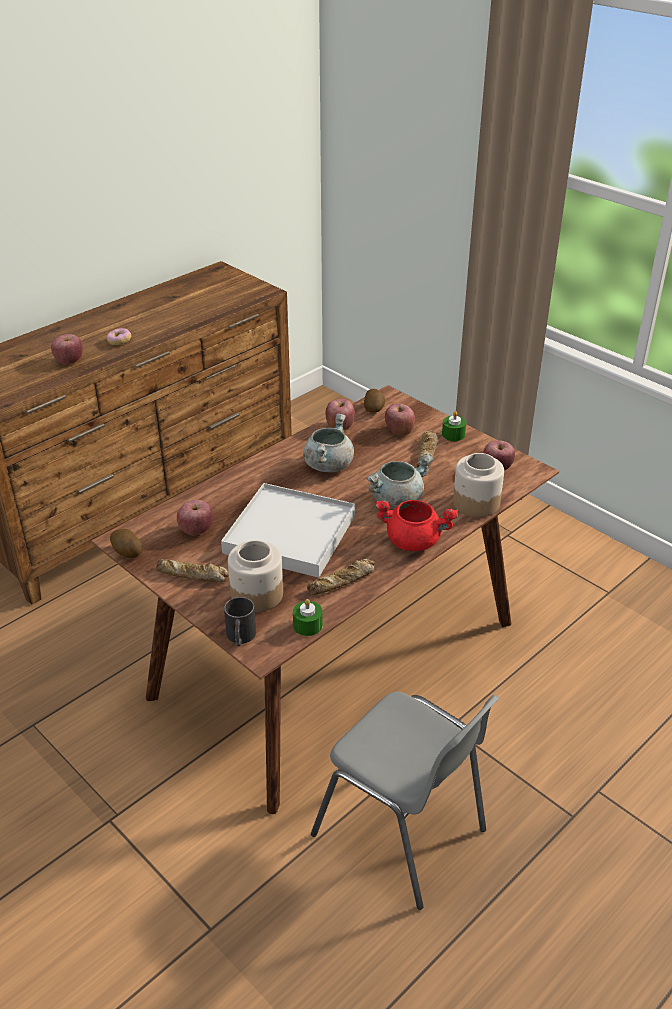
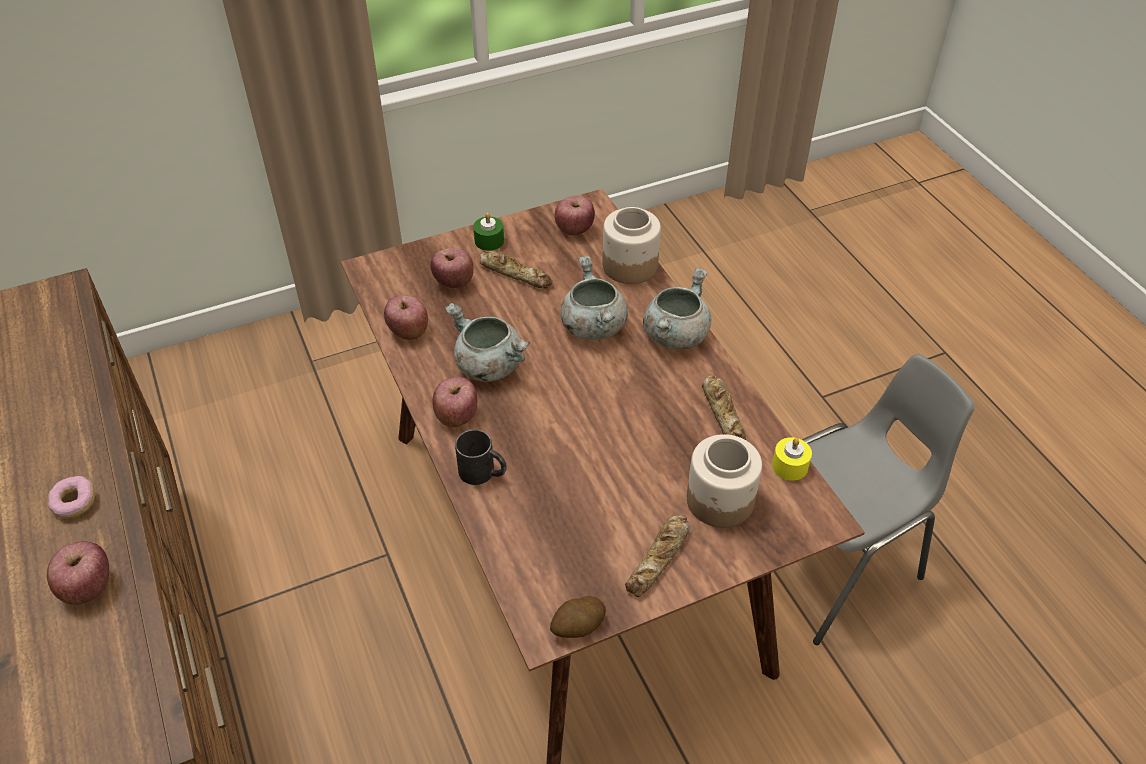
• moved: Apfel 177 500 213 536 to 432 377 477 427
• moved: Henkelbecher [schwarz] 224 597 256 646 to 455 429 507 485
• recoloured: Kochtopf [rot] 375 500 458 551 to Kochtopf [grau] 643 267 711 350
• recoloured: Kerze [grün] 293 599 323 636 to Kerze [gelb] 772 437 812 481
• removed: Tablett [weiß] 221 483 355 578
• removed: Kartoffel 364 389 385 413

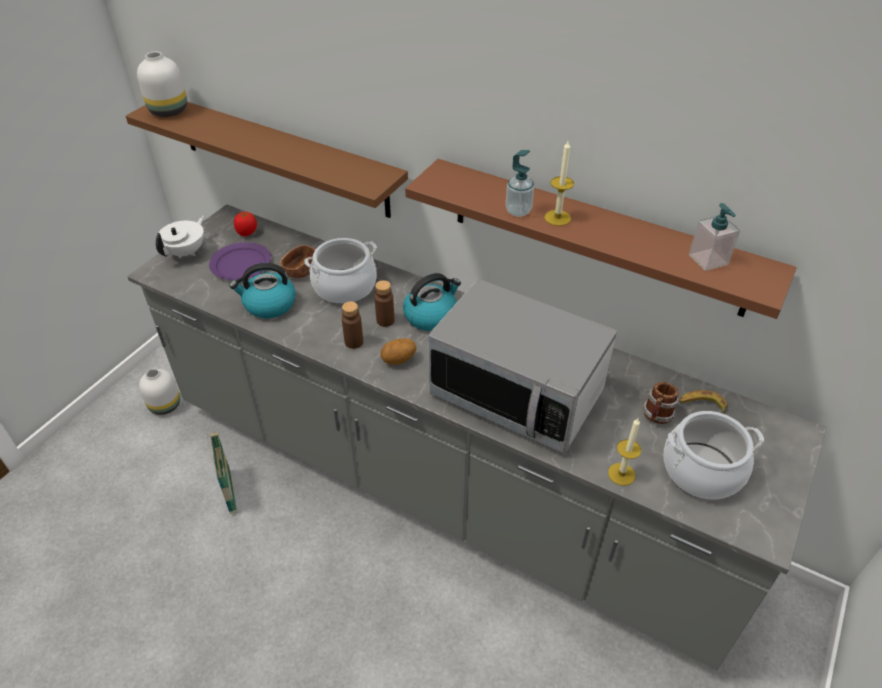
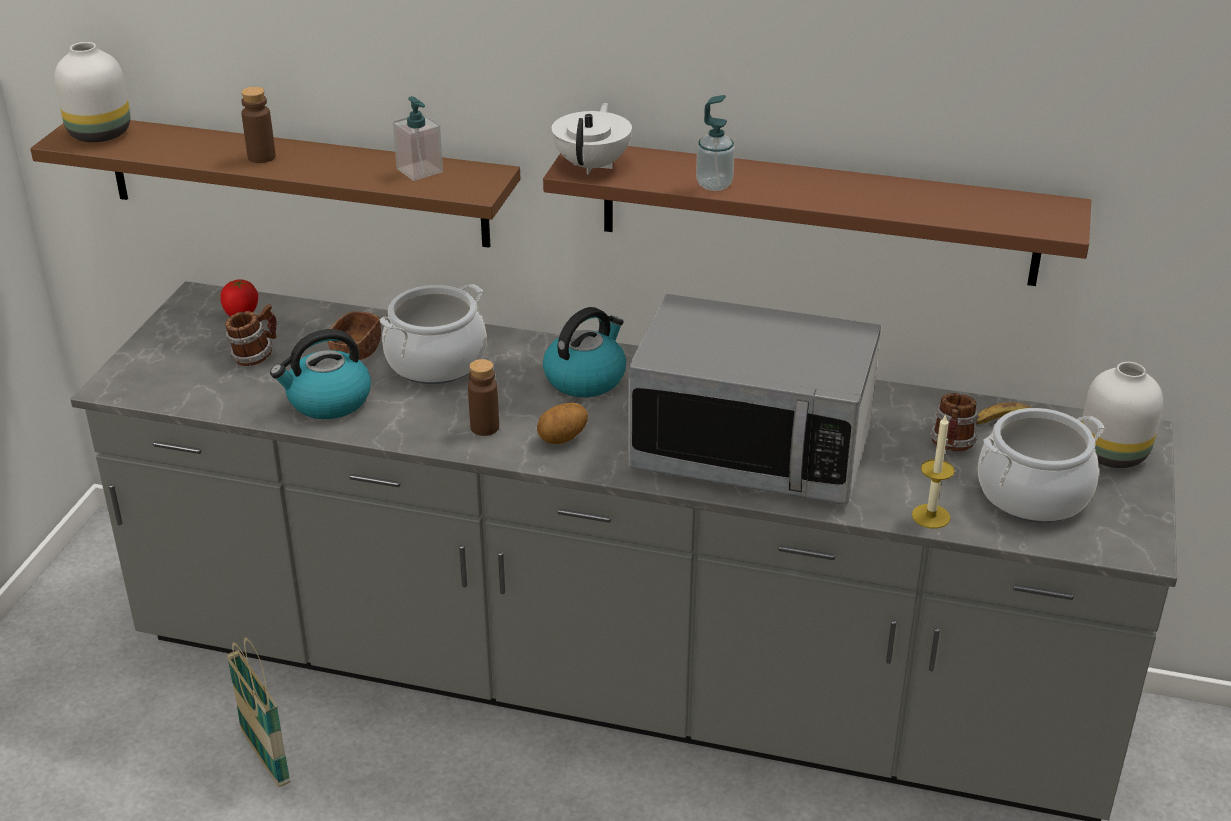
• replaced: Teller [lila] 209 242 271 280 to Henkelbecher 225 304 277 366
• moved: Flasche [braun] 375 280 394 327 to 241 87 276 163
• moved: Seifenspender 689 203 740 271 to 393 96 443 181
• moved: Teekanne [weiß] 156 216 204 258 to 552 103 632 174
• moved: Vase [weiß] 139 369 180 415 to 1082 362 1163 468
• removed: Kerze 544 141 574 226

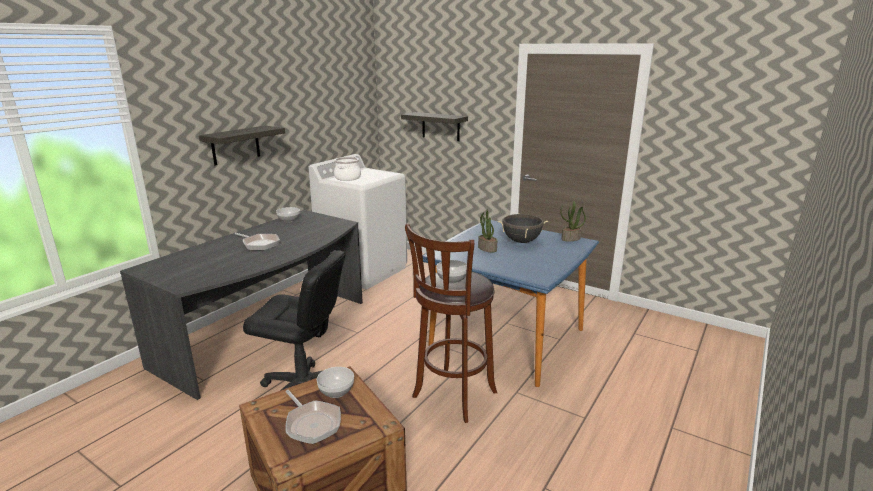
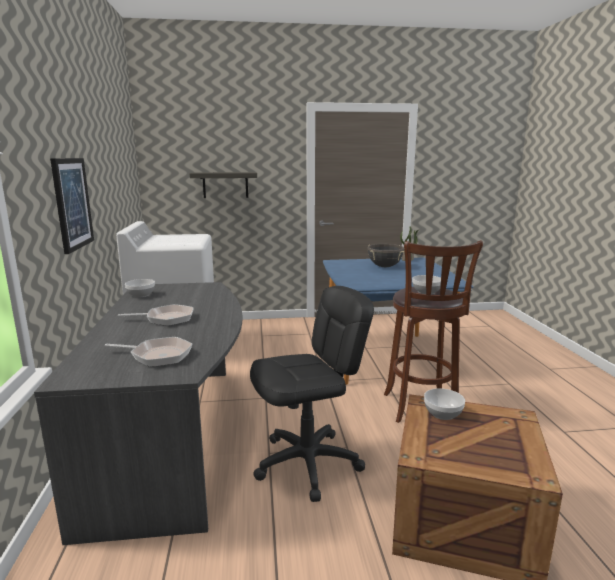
• replaced: Wandregal 199 126 285 166 to Bild 50 158 94 254
• moved: Pfanne 285 390 341 444 to 105 337 192 367
• removed: Kochtopf 334 157 361 181
• removed: Topfpflanze 478 209 497 252

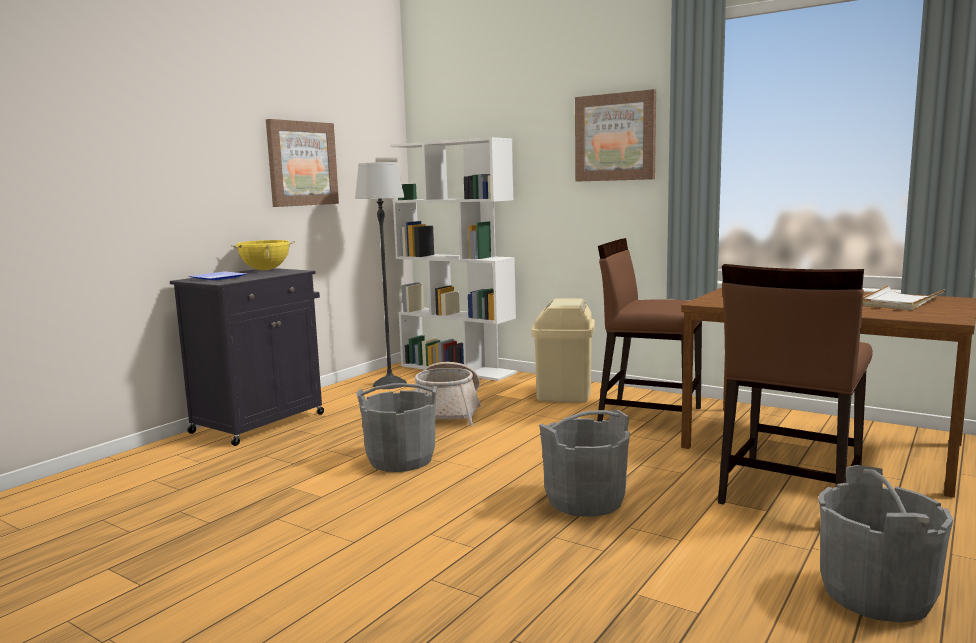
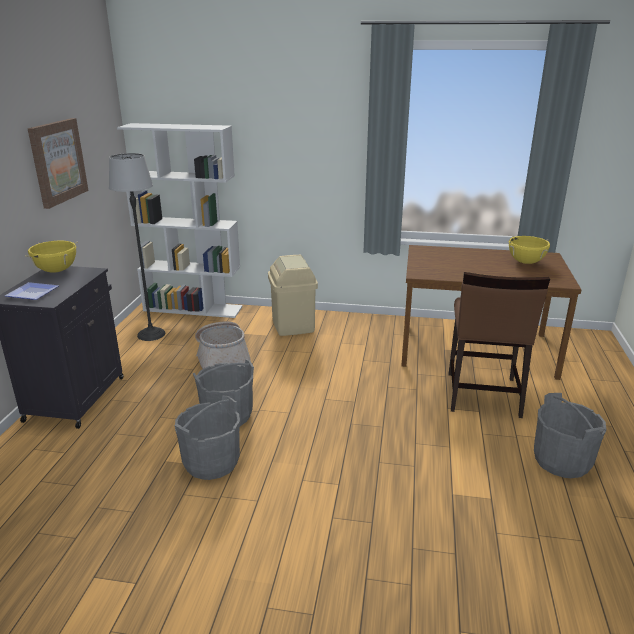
• moved: Eimer [grau] 539 410 630 517 to 174 395 240 480
• replaced: Tablett [weiß] 862 285 945 311 to Kochtopf [gelb] 509 236 550 264
• removed: Bild 575 89 656 182
• removed: Stuhl [braun] 597 238 702 422

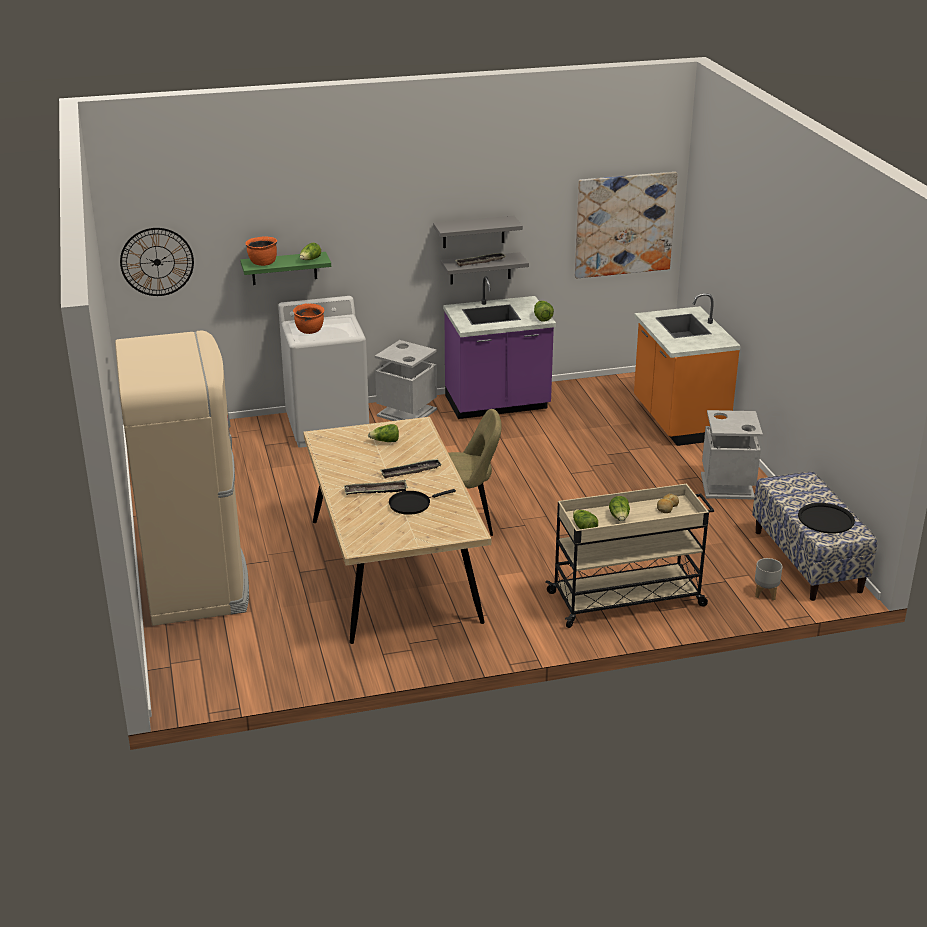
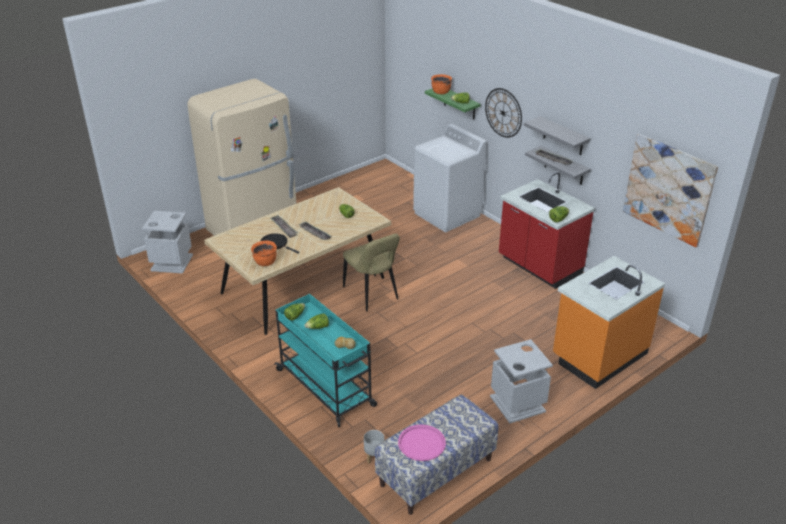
• moved: Mülleimer [grau] 375 340 437 421 to 142 211 193 273
• moved: Kochtopf [orange] 293 304 324 334 to 251 240 277 266
• recoloured: Rollwagen [beige] 545 484 714 628 to Rollwagen [türkis] 274 294 377 428
• recoloured: Tablett [schwarz] 798 503 855 533 to Tablett [rosa] 398 424 446 461
• moved: Wanduhr 120 228 194 296 to 485 88 522 138
• recoloured: Küchenzeile [lila] 443 276 556 419 to Küchenzeile [rot] 499 172 595 289

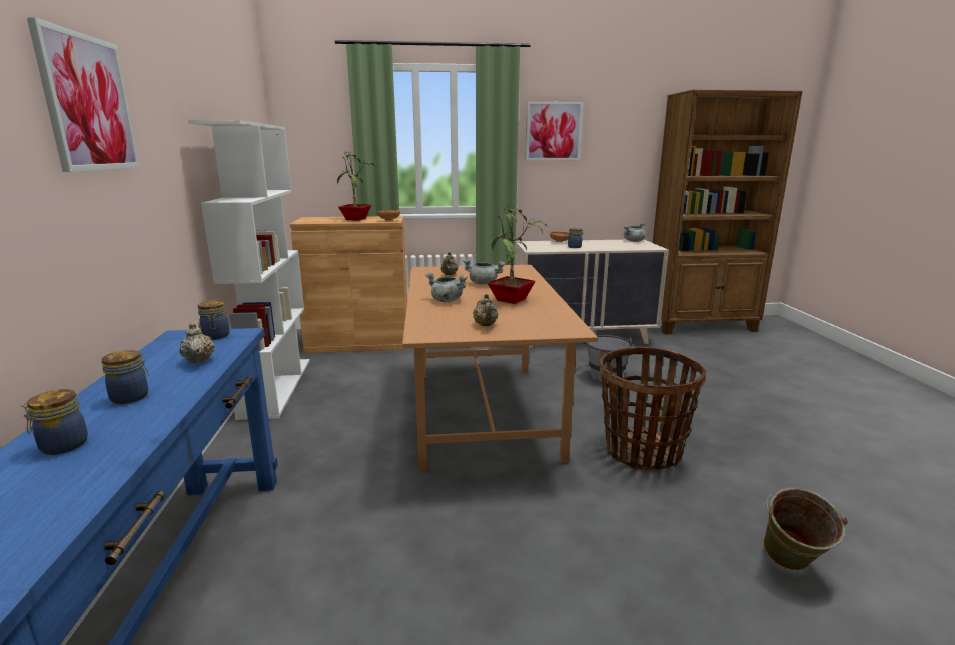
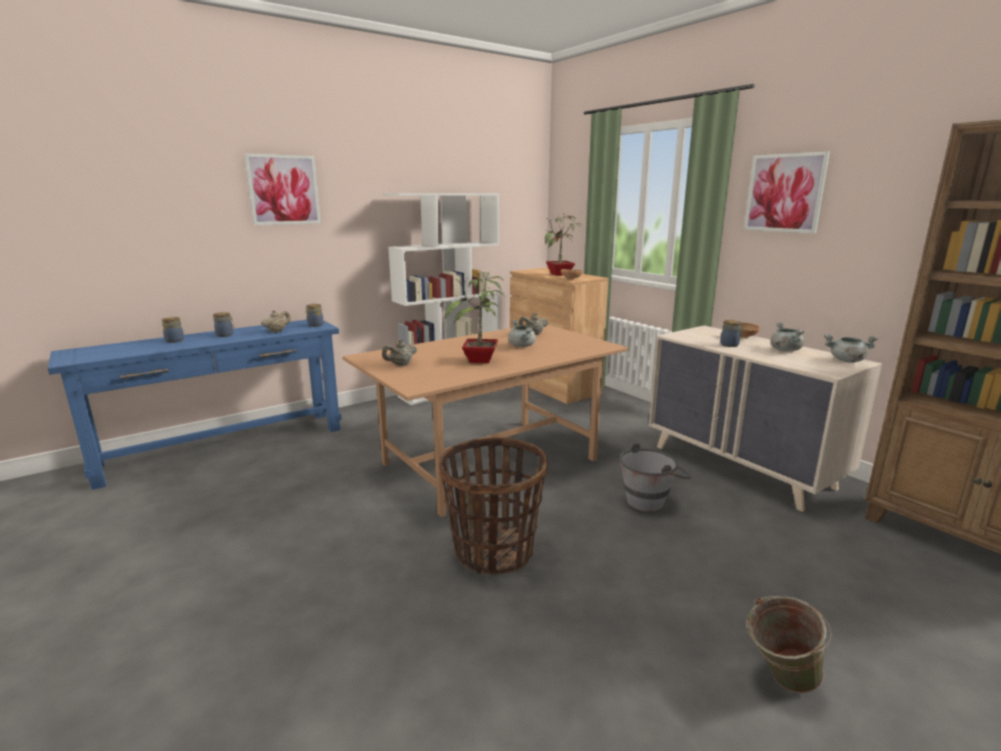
• moved: Eimer [grün] 763 488 848 571 to 747 596 832 693
• moved: Kochtopf [grau] 425 273 468 302 to 771 323 804 351

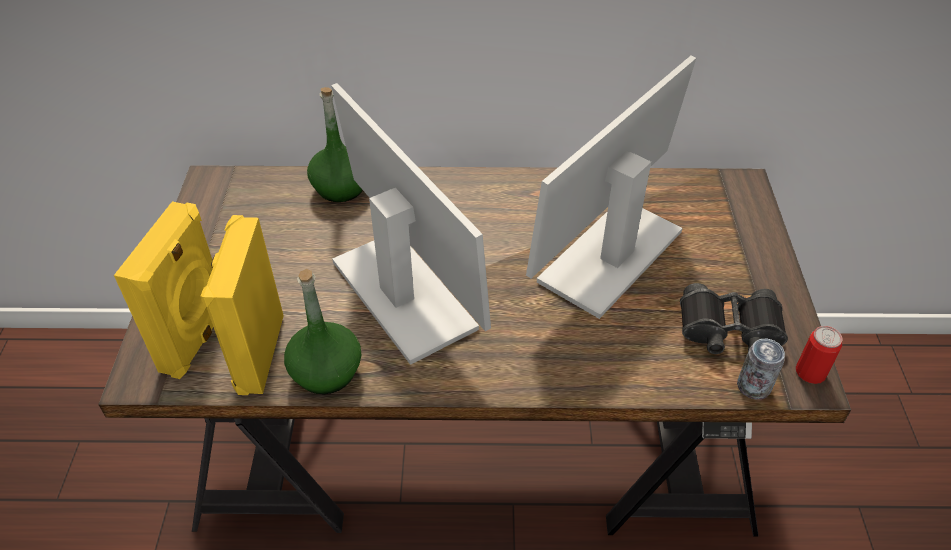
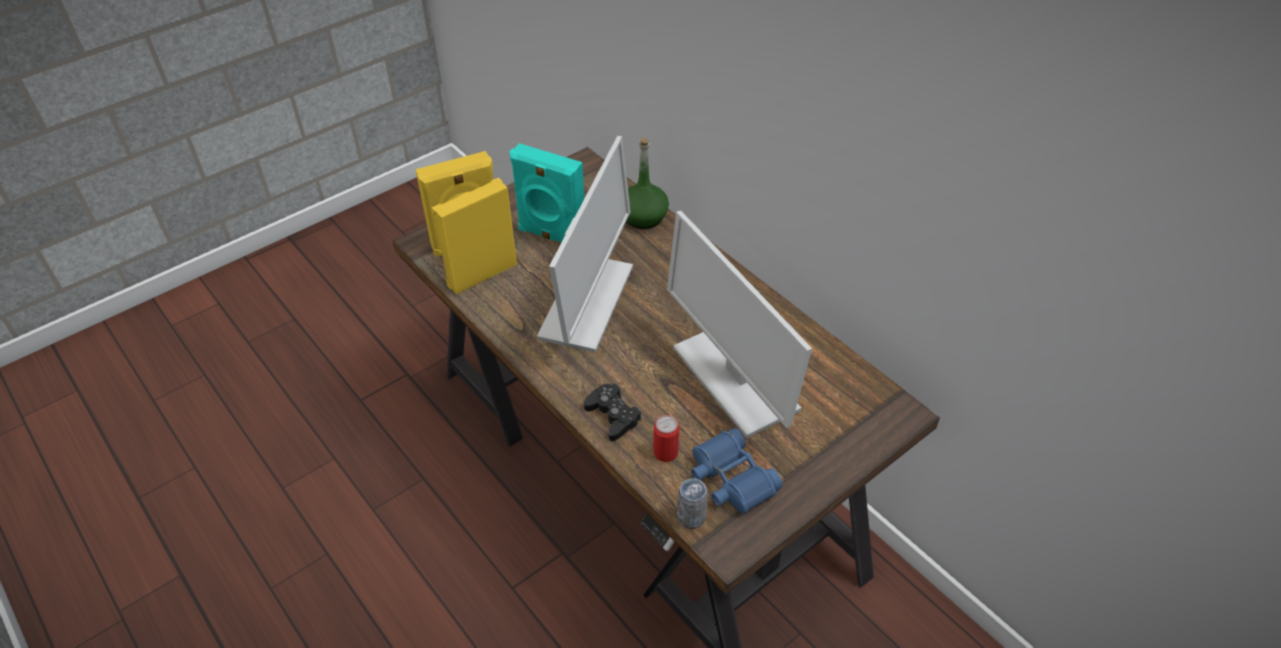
• added: Lautsprecher [türkis] 509 143 584 243
• added: Gamepad [schwarz] 584 384 641 441
• moved: Dose 796 326 842 384 to 653 415 679 462
• turned: Monitor 526 55 696 319 = 667 211 812 438 120 degrees counterclockwise
• recoloured: Fernglas [schwarz] 680 283 788 354 to Fernglas [blau] 691 428 783 513
• removed: Flasche [grün] 284 269 361 394

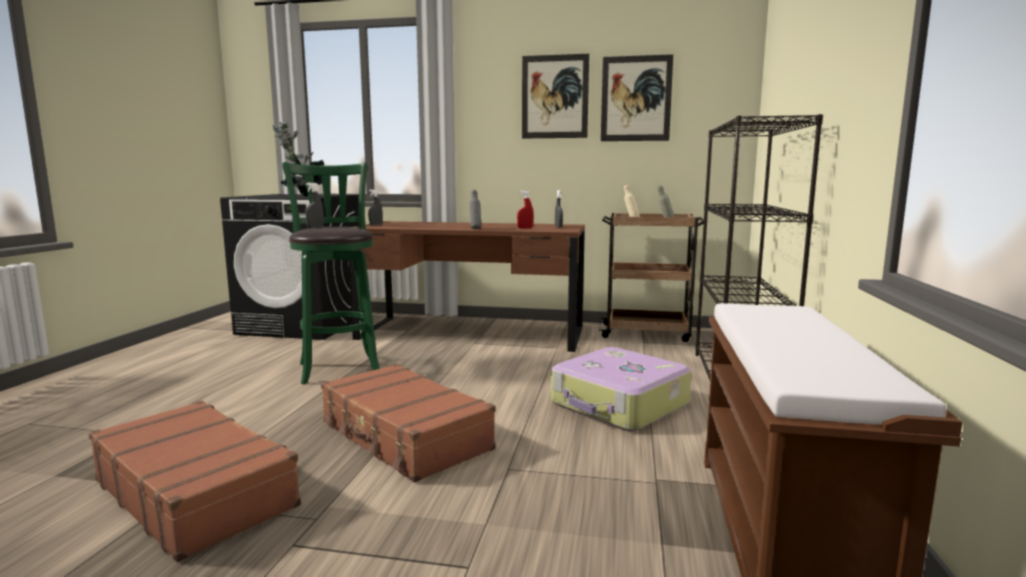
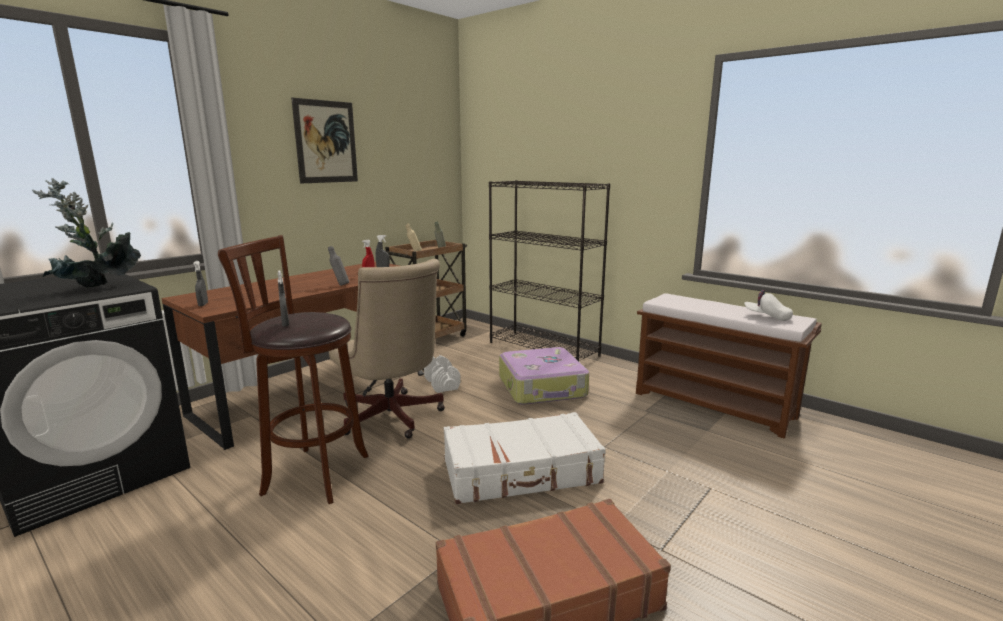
• recoloured: Hocker [grün] 282 162 380 384 to Hocker [braun] 218 235 369 504
• added: Bürostuhl [beige] 329 259 445 438
• added: Hantel [weiß] 424 355 461 393
• recoloured: Koffer [braun] 321 364 496 483 to Koffer [weiß] 444 412 606 504
• added: Kappe [weiß] 744 290 793 321
• removed: Bild 601 54 673 141

